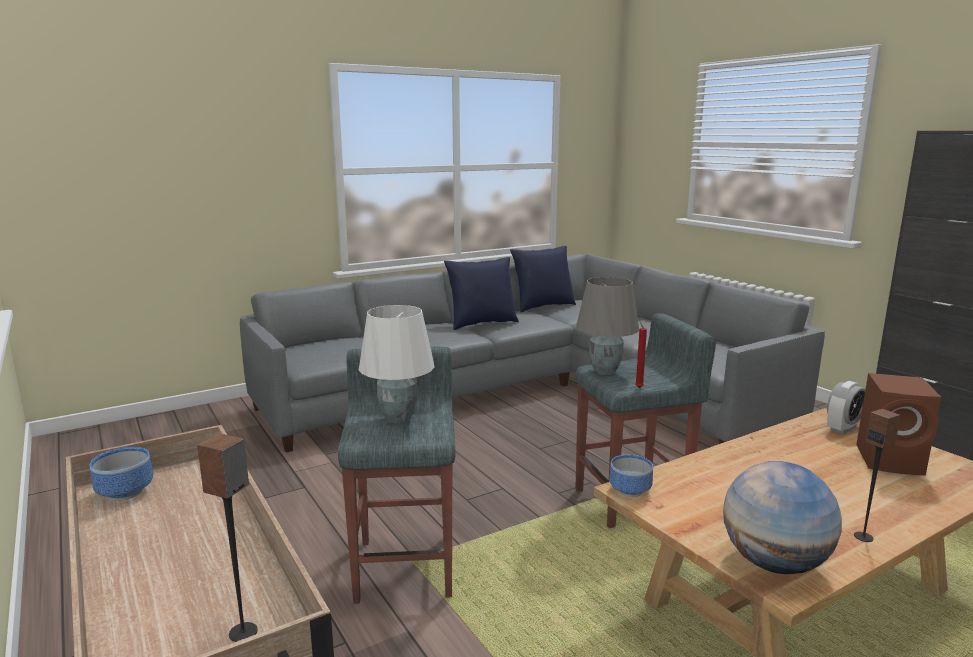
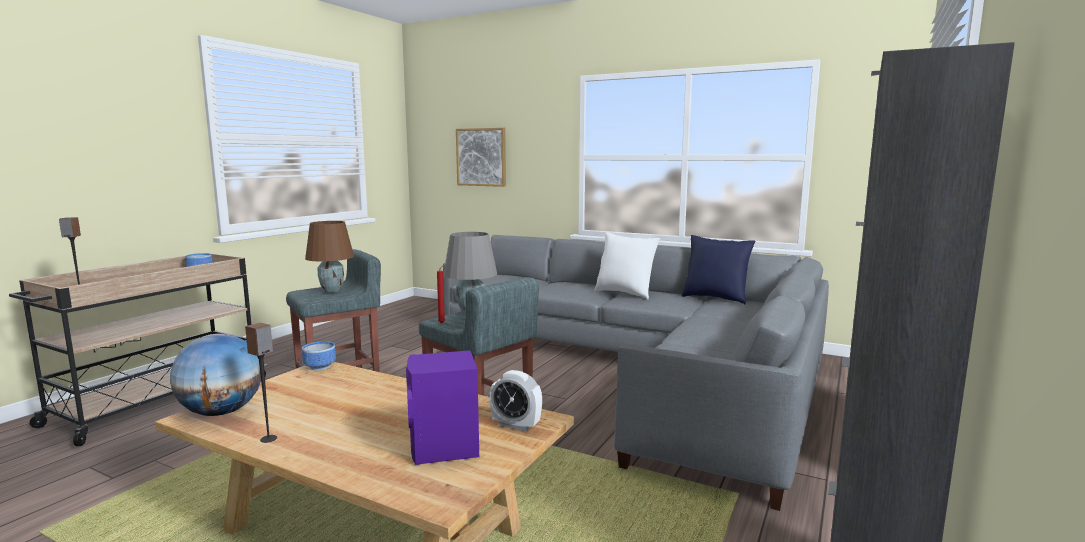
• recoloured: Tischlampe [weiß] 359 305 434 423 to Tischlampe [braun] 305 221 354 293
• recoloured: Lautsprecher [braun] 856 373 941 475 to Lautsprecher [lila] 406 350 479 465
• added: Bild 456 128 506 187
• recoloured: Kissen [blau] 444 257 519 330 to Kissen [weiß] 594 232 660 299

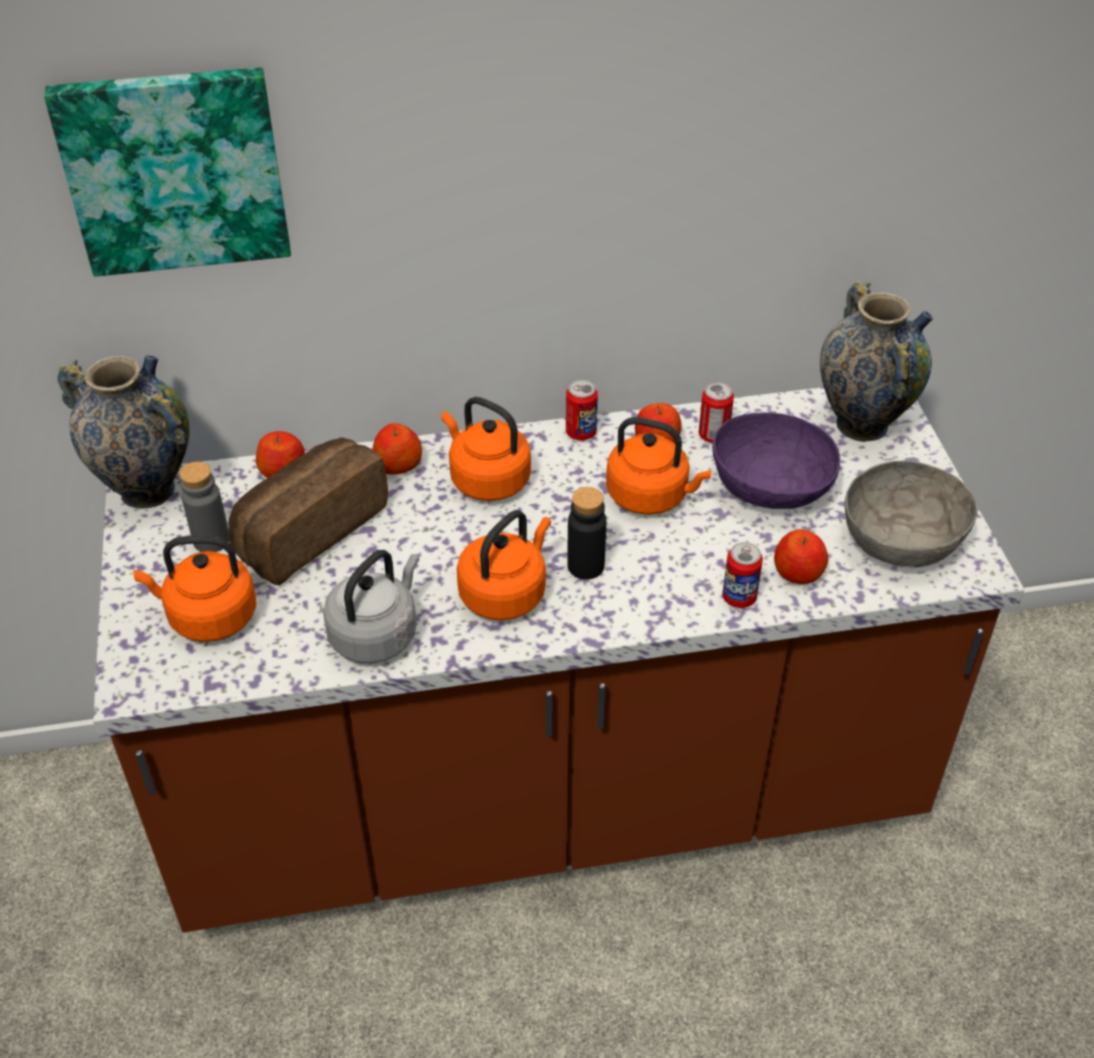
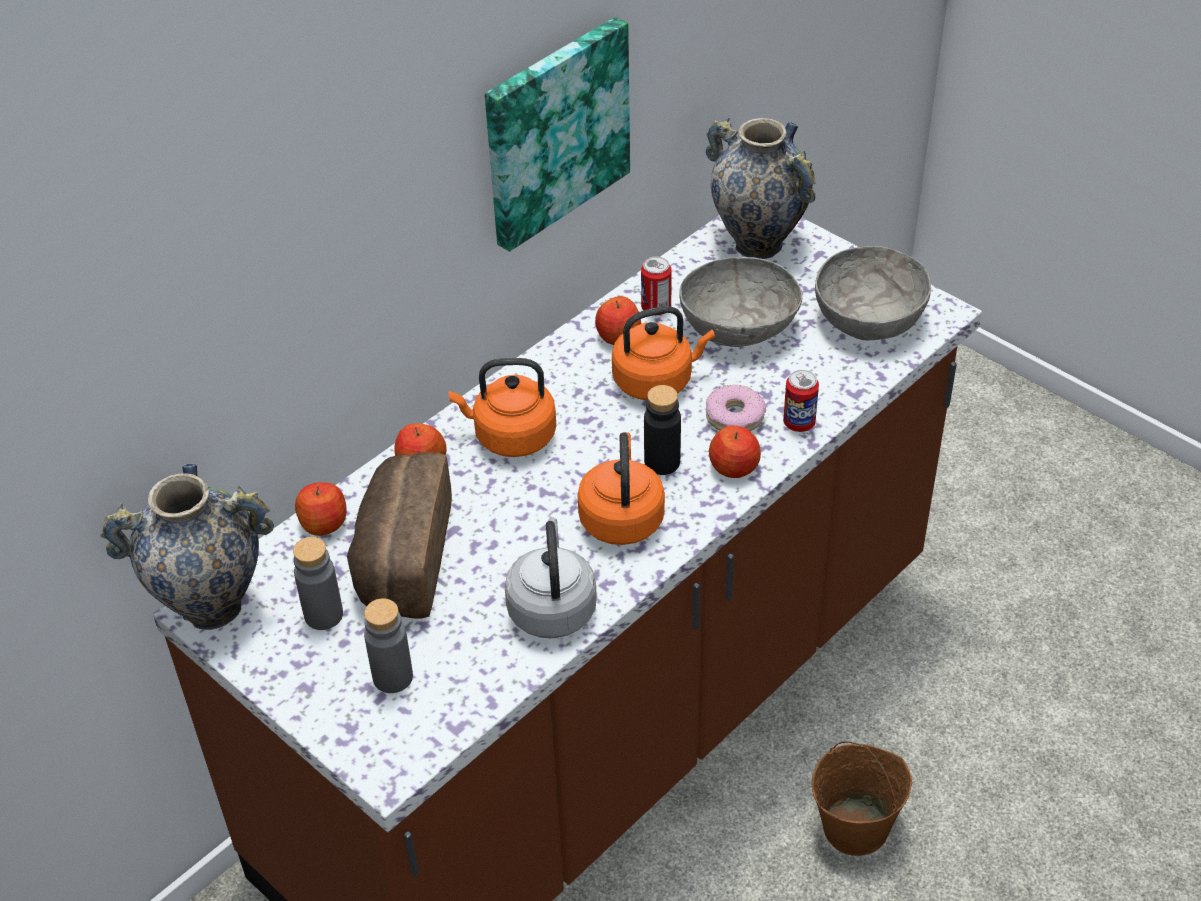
• replaced: Wasserkessel [orange] 133 535 256 642 to Flasche [grau] 364 598 413 693
• moved: Bild 44 68 291 277 to 485 17 630 252
• recoloured: Schüssel [lila] 712 413 840 509 to Schüssel [grau] 679 257 803 347
• added: Donut 706 385 766 431
• moved: Apfel 774 529 828 584 to 709 425 761 478
• added: Eimer [braun] 812 741 912 856
• removed: Dose 566 380 598 440

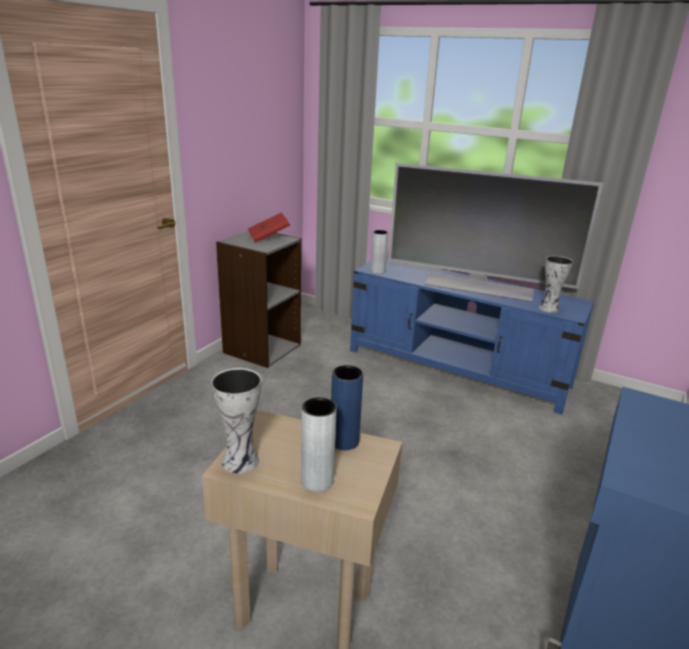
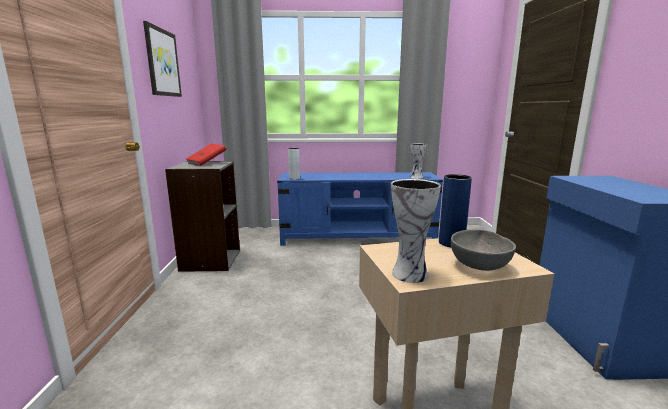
• added: Bild 143 21 182 97
• replaced: Vase [grau] 301 397 337 491 to Schüssel [grau] 451 229 516 271
• removed: Fernseher 388 163 603 302

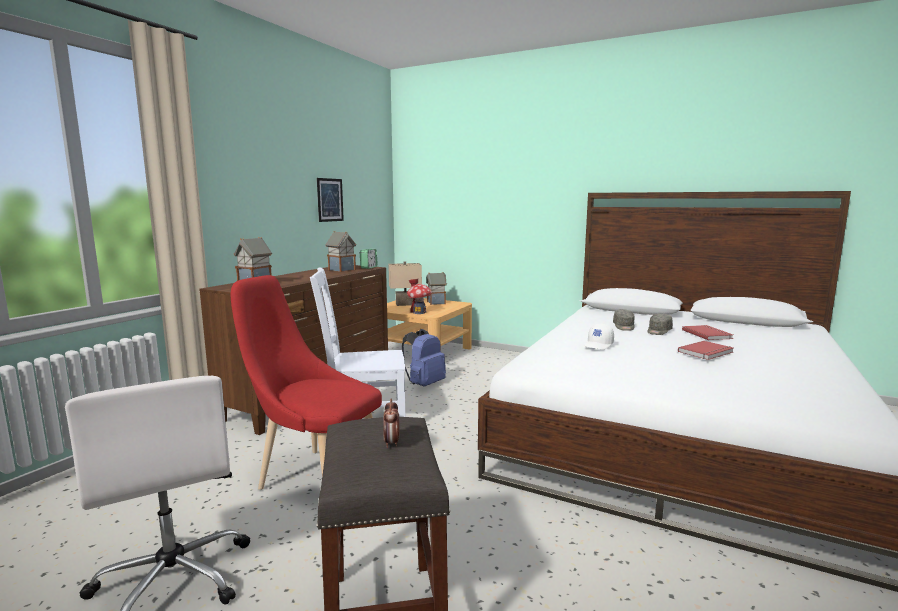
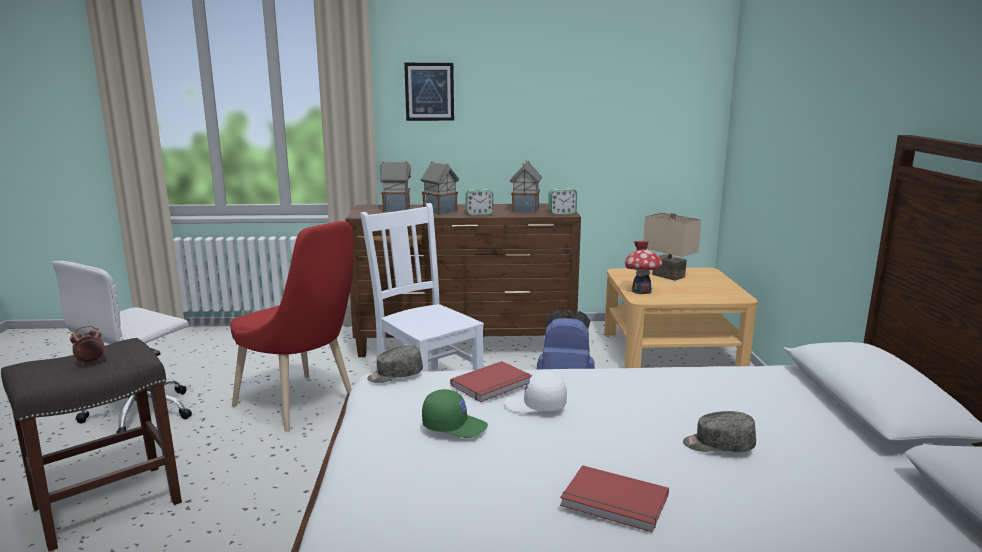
• turned: Stuhl [rot] 231 275 382 490 = 230 221 354 431 135 degrees clockwise
• moved: Kappe [grau] 613 309 635 331 to 367 345 423 383
• moved: Bild 317 178 344 222 to 404 63 454 121
• moved: Spielzeughaus 426 272 447 305 to 421 161 459 215
• added: Kappe [grün] 422 389 488 438
• moved: Buch [rot] 682 325 733 340 to 450 361 533 402
• added: Wecker 465 189 493 215

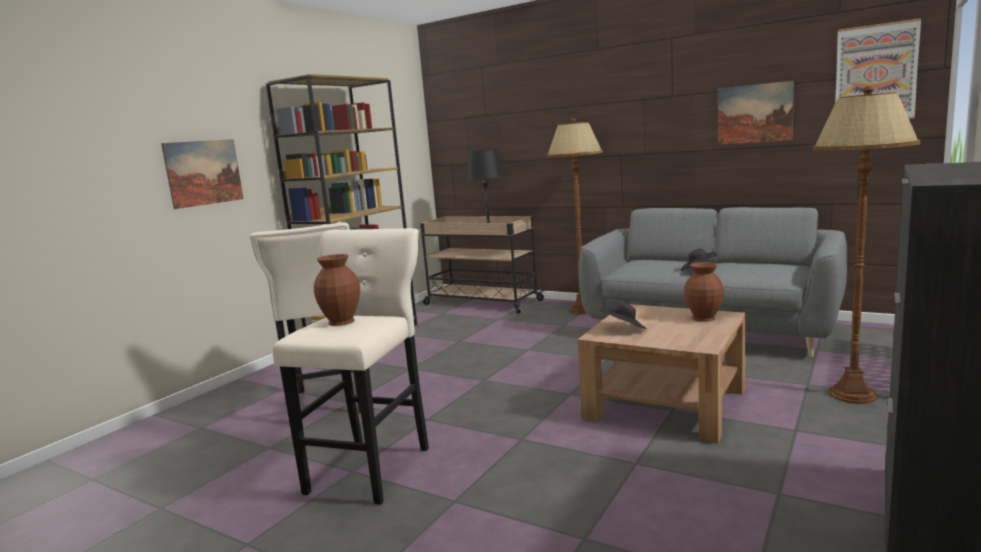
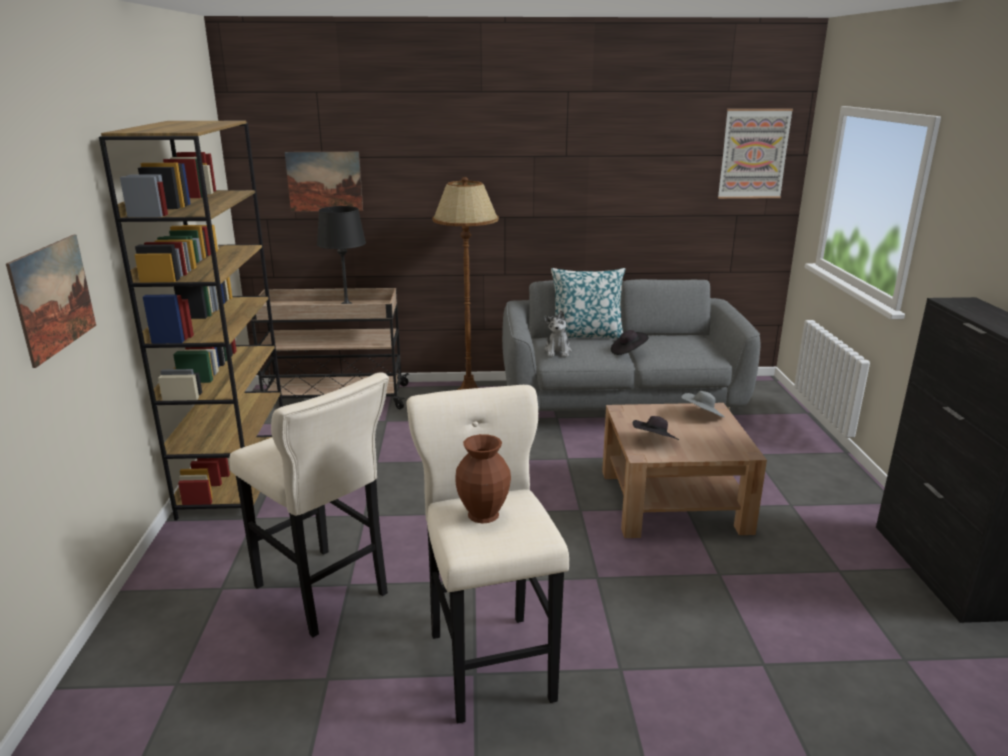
• moved: Bild 718 81 794 145 to 285 152 363 212
• added: Plüschtier 544 310 572 357
• added: Kissen 551 268 625 339
• replaced: Vase [braun] 684 262 724 322 to Hut [grau] 681 391 724 417
• removed: Stehlampe [braun] 813 86 921 404

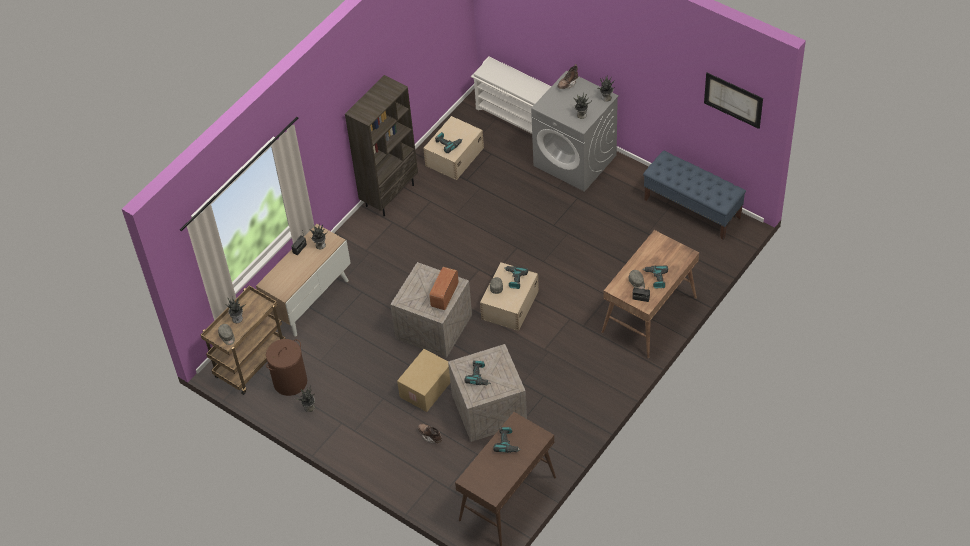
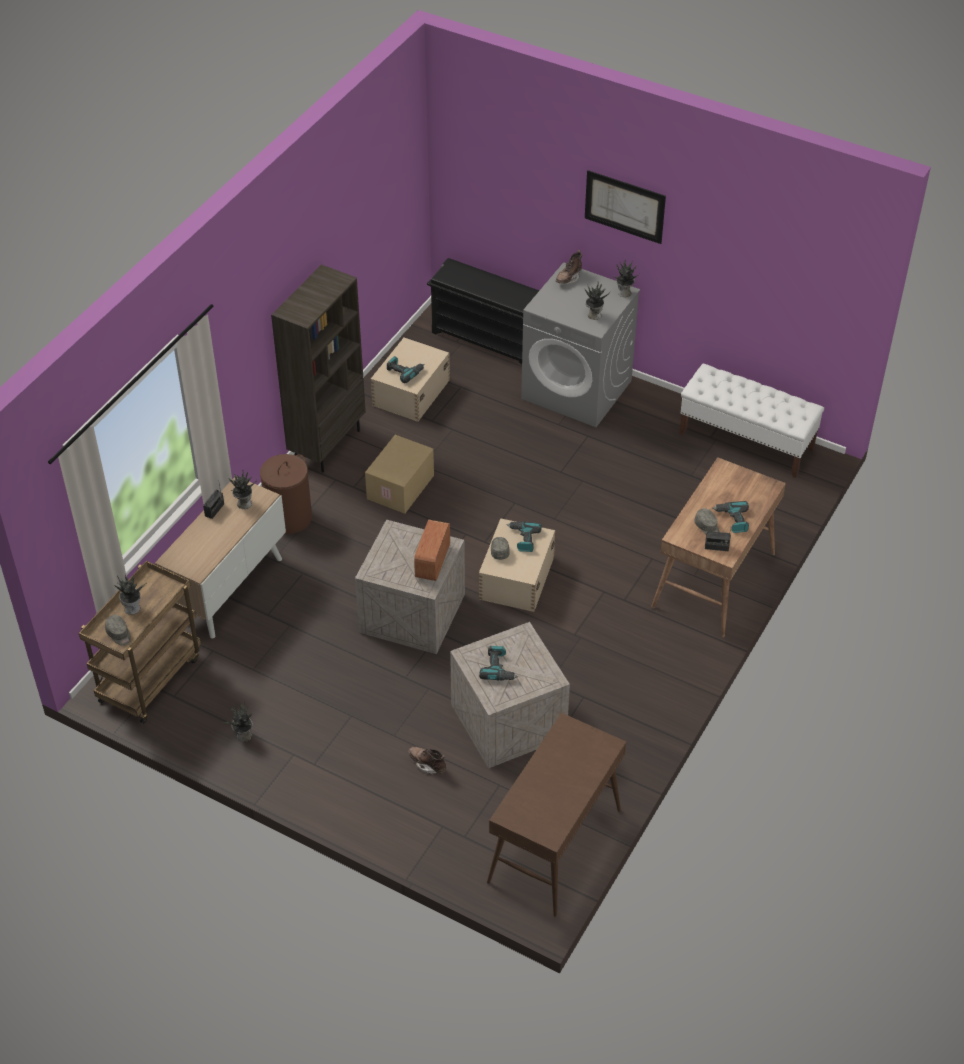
• moved: Wäschekorb [braun] 266 339 307 396 to 260 454 312 534
• moved: Karton 397 349 451 412 to 365 435 434 514
• recoloured: Schuhregal [weiß] 471 56 551 134 to Schuhregal [schwarz] 427 258 539 365
• moved: Bild 704 73 763 129 to 585 170 666 244
• recoloured: Bank [blau] 643 150 746 240 to Bank [weiß] 679 363 824 478
• removed: Bohrmaschine 493 427 521 453

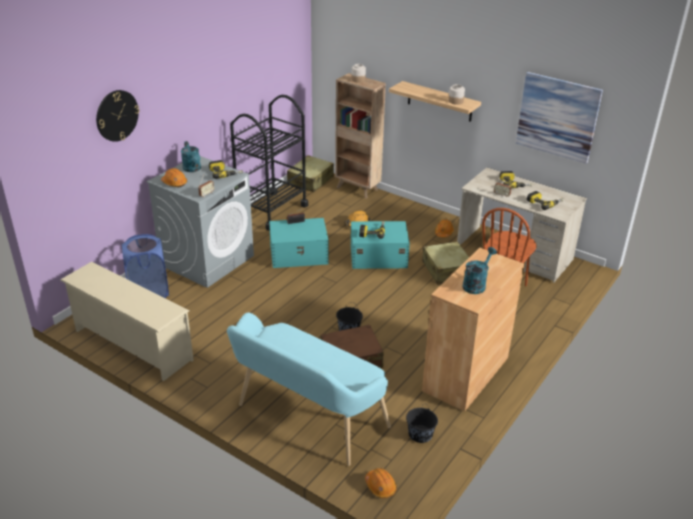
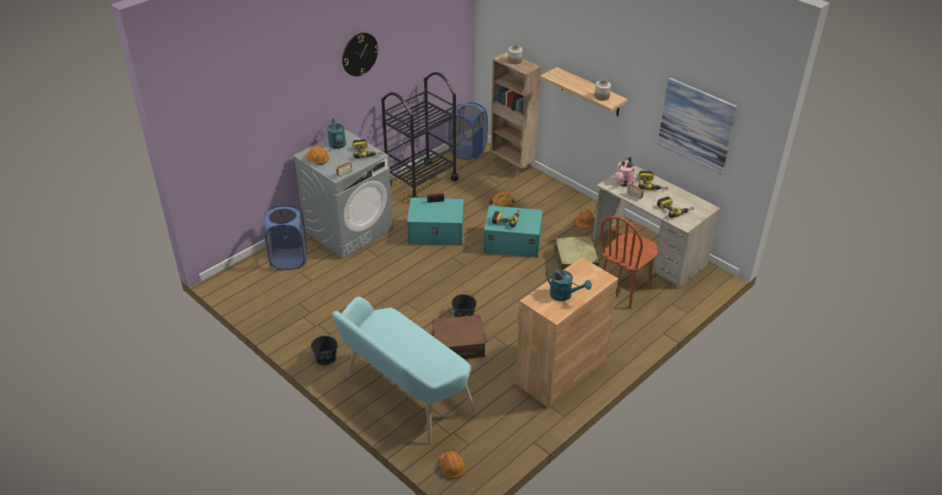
• moved: Eimer [schwarz] 406 404 438 443 to 311 334 338 365
• moved: Wanduhr 96 90 139 142 to 342 33 379 76
• replaced: Koffer [beige] 287 155 334 192 to Wäschekorb [blau] 448 102 488 160
• turned: Gießkanne [türkis] 462 247 497 294 = 546 267 592 301 75 degrees clockwise
• added: Gießkanne [rosa] 616 156 635 187
• removed: Schuhregal [beige] 60 262 194 381

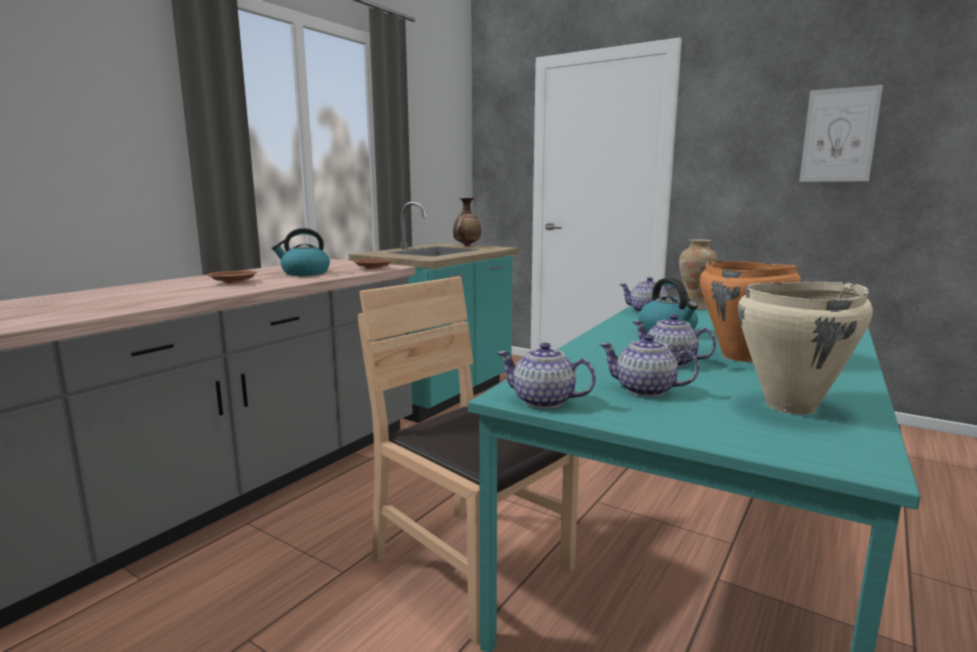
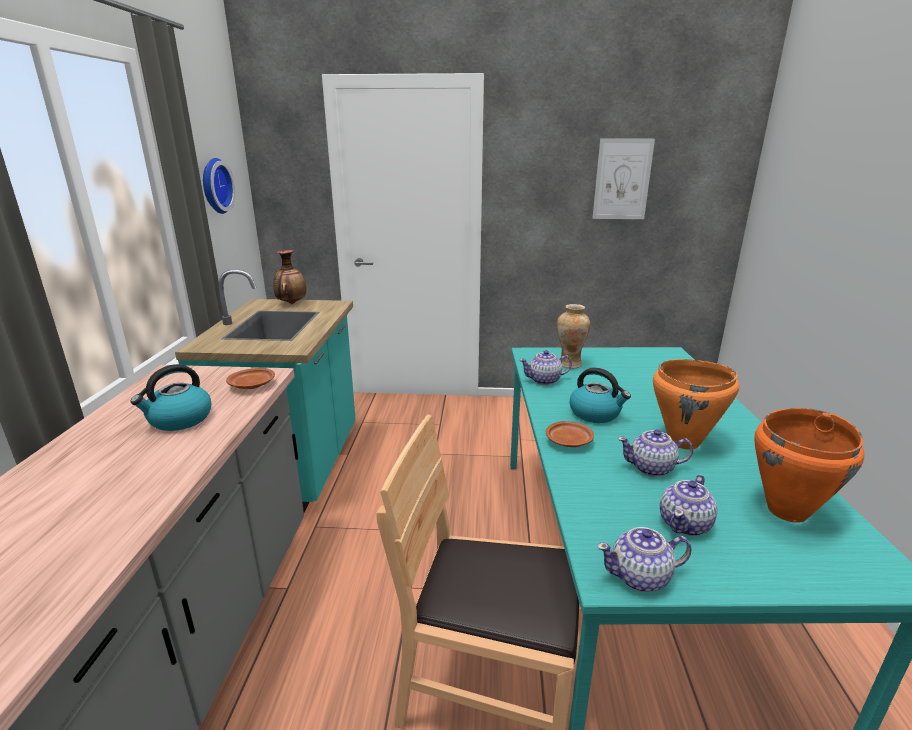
• added: Wanduhr 203 158 235 214
• moved: Teller [braun] 208 270 257 284 to 546 421 594 447
• turned: Teekanne 599 335 699 397 = 660 475 718 536 45 degrees counterclockwise
• recoloured: Kochtopf [beige] 738 282 873 415 to Kochtopf [orange] 754 408 864 523

